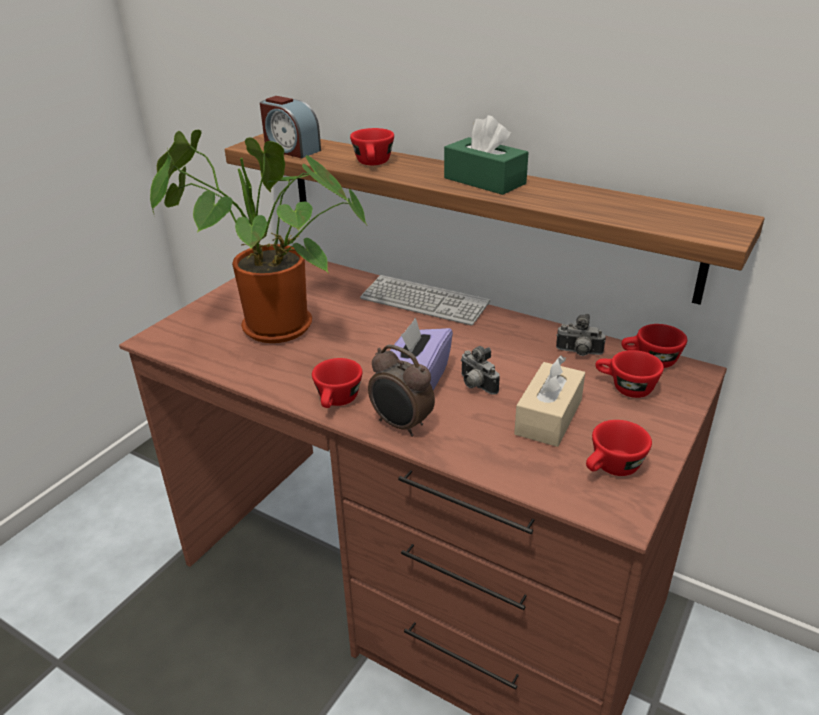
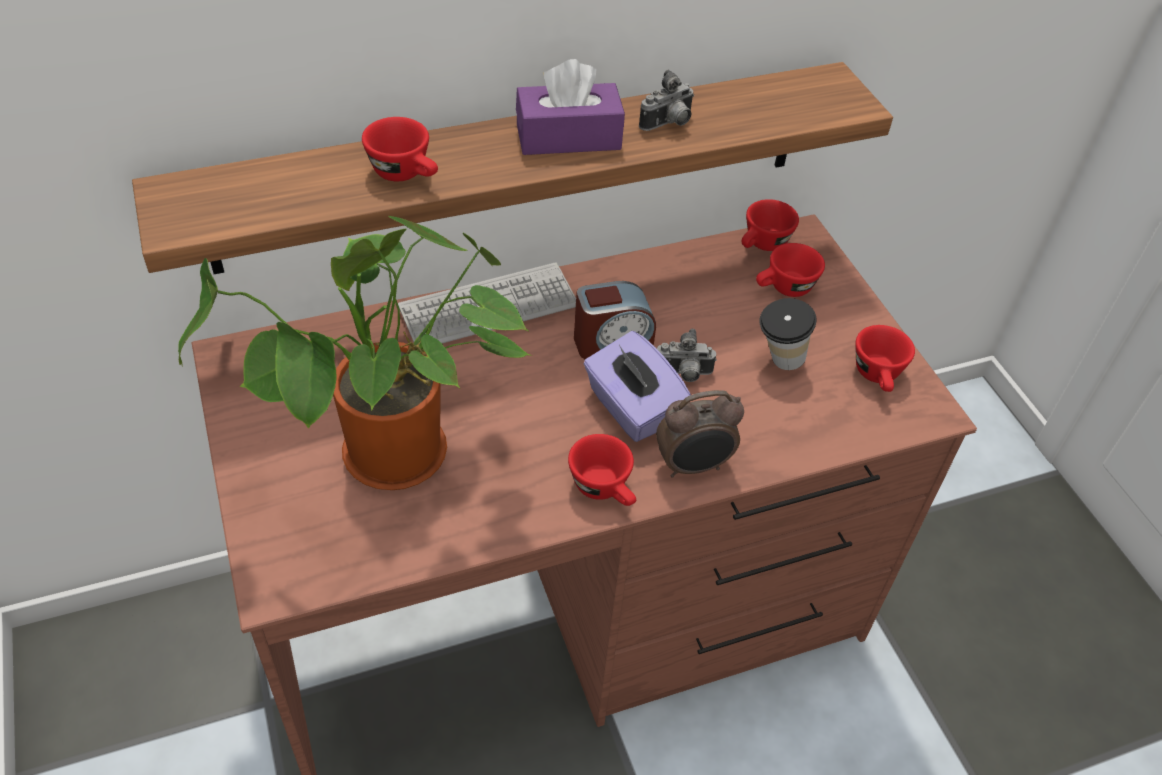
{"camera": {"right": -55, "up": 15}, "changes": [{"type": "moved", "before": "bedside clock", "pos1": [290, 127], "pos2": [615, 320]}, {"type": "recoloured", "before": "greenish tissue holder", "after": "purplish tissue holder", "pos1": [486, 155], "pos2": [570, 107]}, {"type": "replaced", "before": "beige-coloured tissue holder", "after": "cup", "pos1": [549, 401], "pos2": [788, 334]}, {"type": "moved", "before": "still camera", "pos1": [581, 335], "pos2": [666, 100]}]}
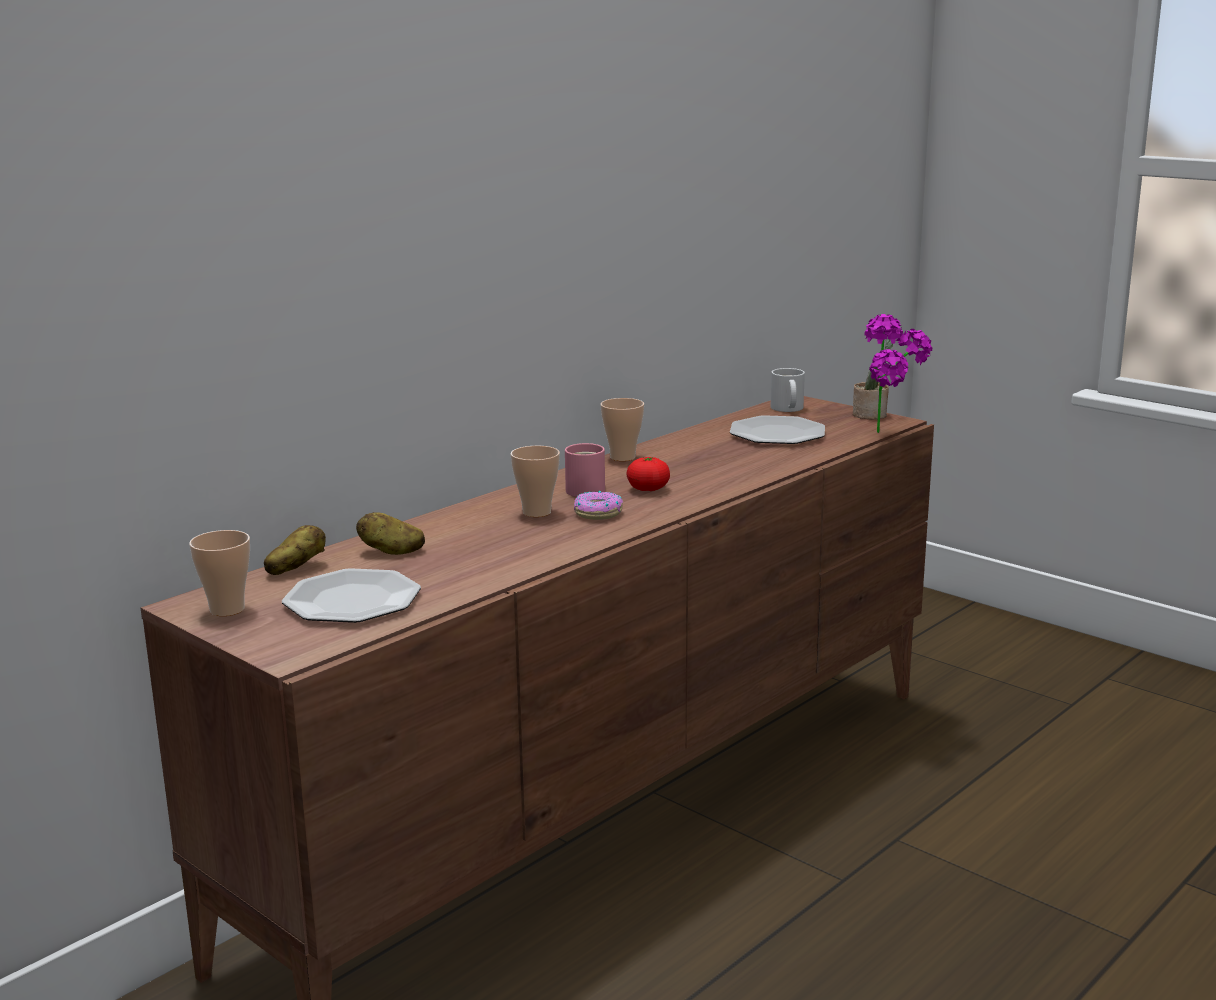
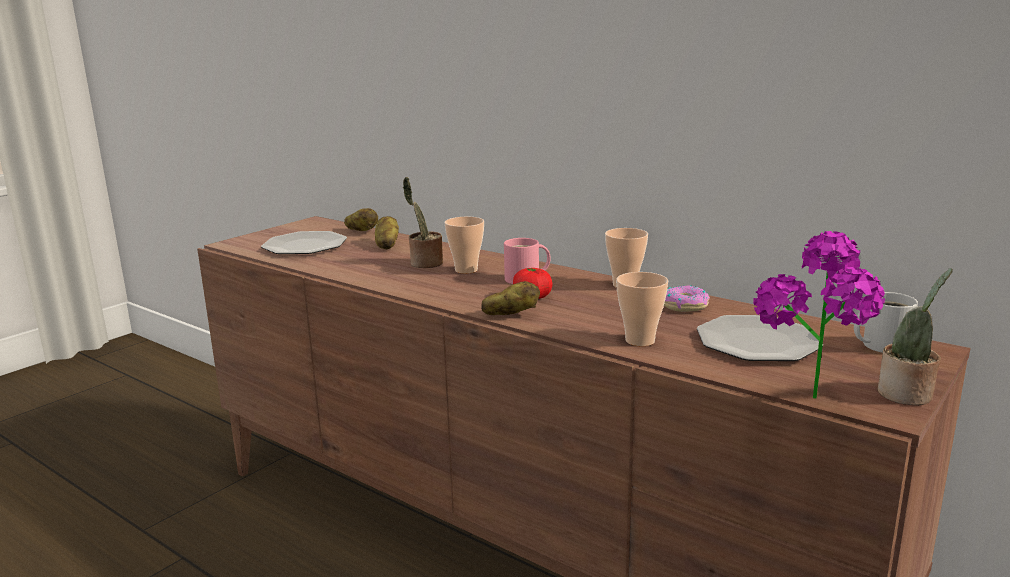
{"camera": {"right": 85, "up": 0}, "changes": [{"type": "moved", "before": "cup", "pos1": [219, 573], "pos2": [642, 309]}, {"type": "moved", "before": "ring doughnut", "pos1": [598, 505], "pos2": [687, 298]}, {"type": "added", "after": "potted plant", "pos2": [423, 222]}, {"type": "added", "after": "potato", "pos2": [510, 298]}]}
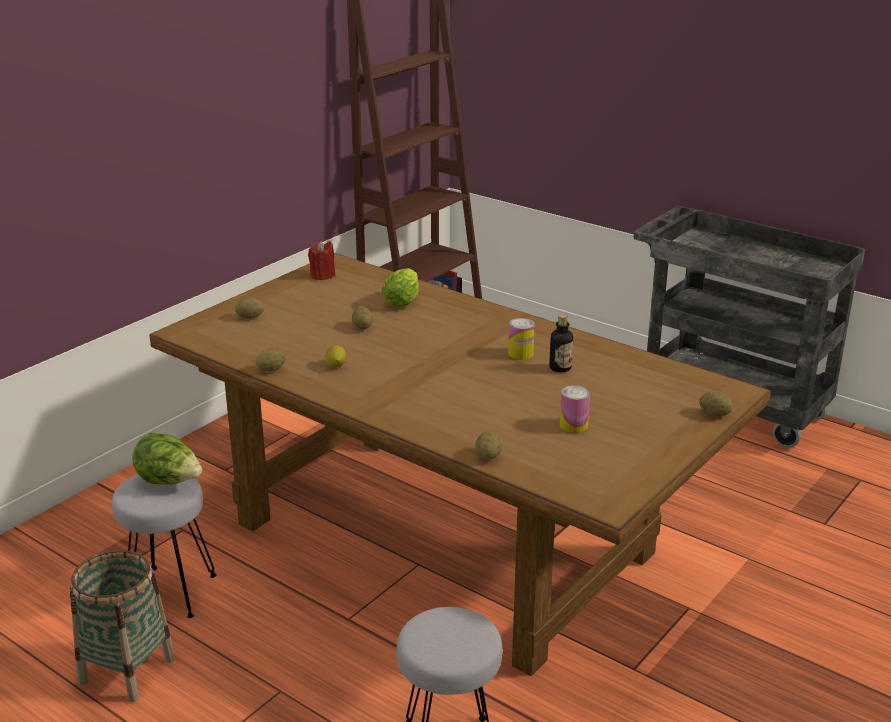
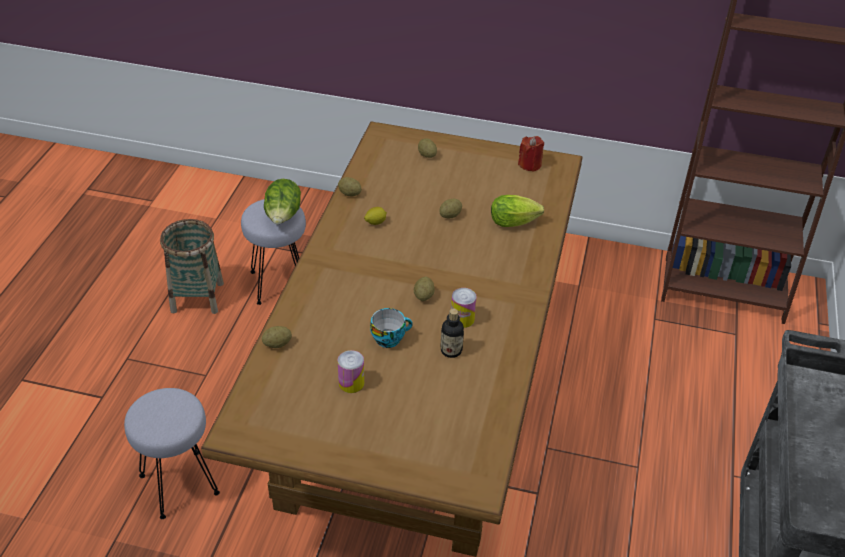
{"camera": {"right": 65, "up": 15}, "changes": [{"type": "moved", "before": "potato", "pos1": [716, 404], "pos2": [424, 289]}, {"type": "added", "after": "cup", "pos2": [391, 328]}]}
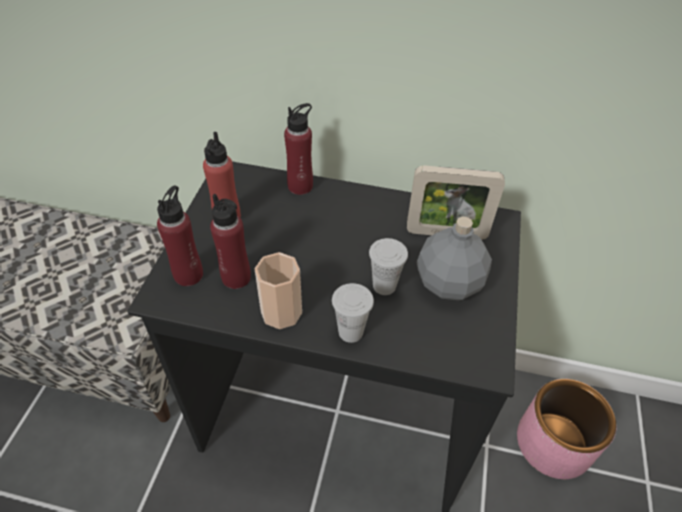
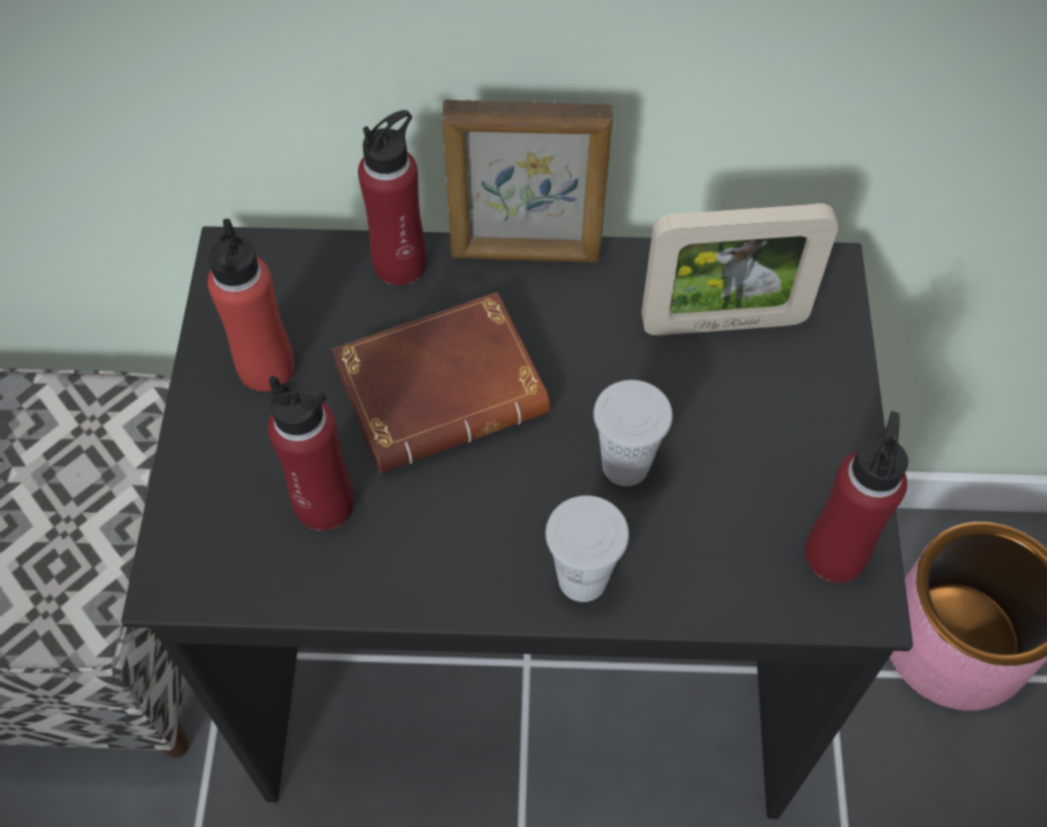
{"camera": {"right": -10, "up": 10}, "changes": [{"type": "moved", "before": "red bottle", "pos1": [180, 236], "pos2": [856, 497]}, {"type": "removed", "before": "cup", "pos1": [278, 290]}, {"type": "removed", "before": "gray bottle", "pos1": [454, 258]}, {"type": "added", "after": "brownish bound book", "pos2": [441, 382]}, {"type": "added", "after": "standing frame", "pos2": [527, 180]}]}
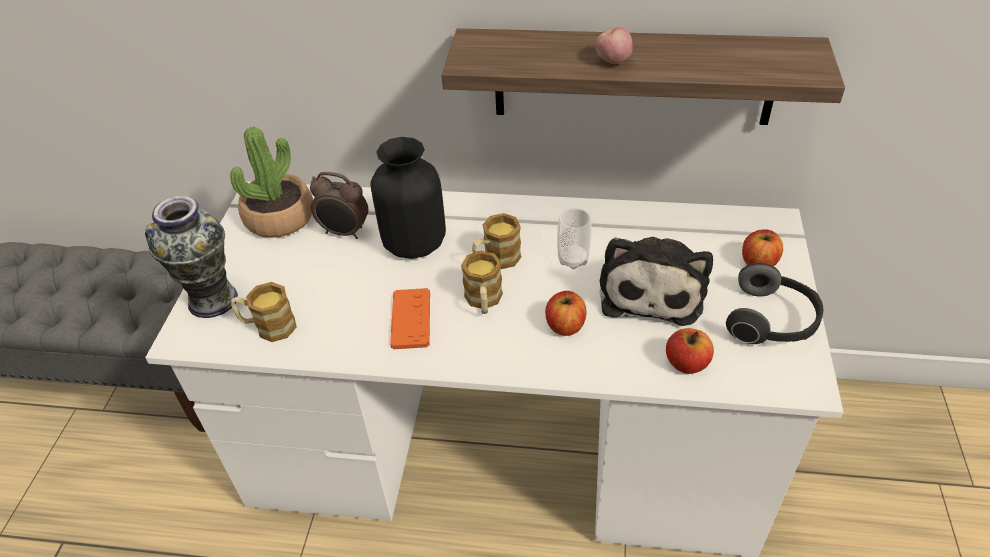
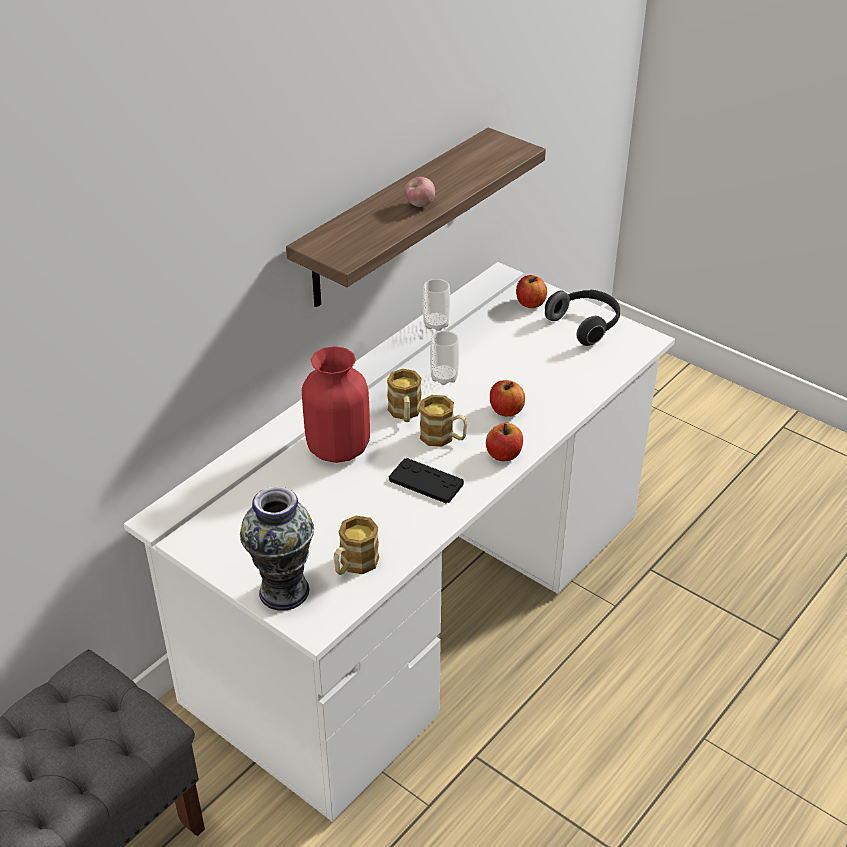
{"camera": {"right": -60, "up": -5}, "changes": [{"type": "removed", "before": "potted plant", "pos1": [271, 182]}, {"type": "removed", "before": "bedside clock", "pos1": [339, 205]}, {"type": "recoloured", "before": "black-coloured decorative vase", "after": "red decorative vase", "pos1": [408, 198], "pos2": [336, 404]}, {"type": "recoloured", "before": "orange-coloured game controller", "after": "black-coloured game controller", "pos1": [410, 318], "pos2": [426, 481]}, {"type": "removed", "before": "cuddly toy", "pos1": [656, 281]}, {"type": "moved", "before": "whole apple", "pos1": [690, 351], "pos2": [504, 442]}, {"type": "added", "after": "cup", "pos2": [436, 305]}]}
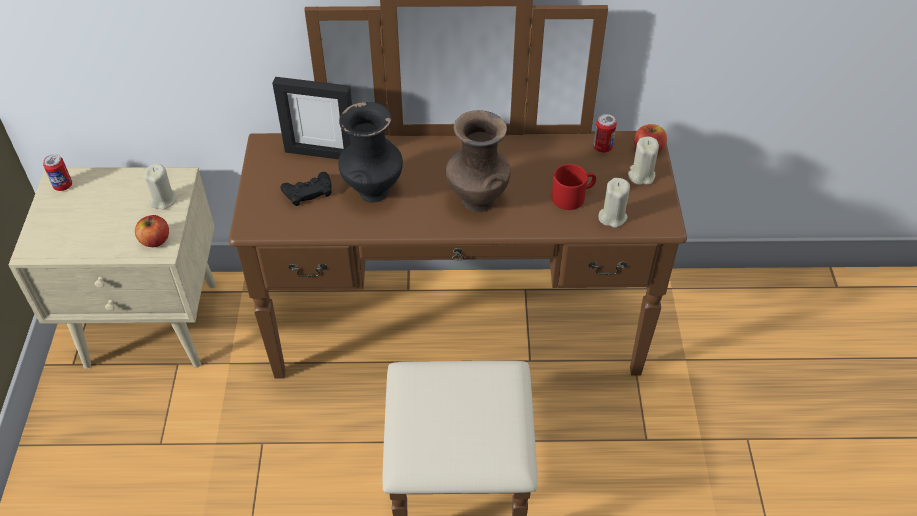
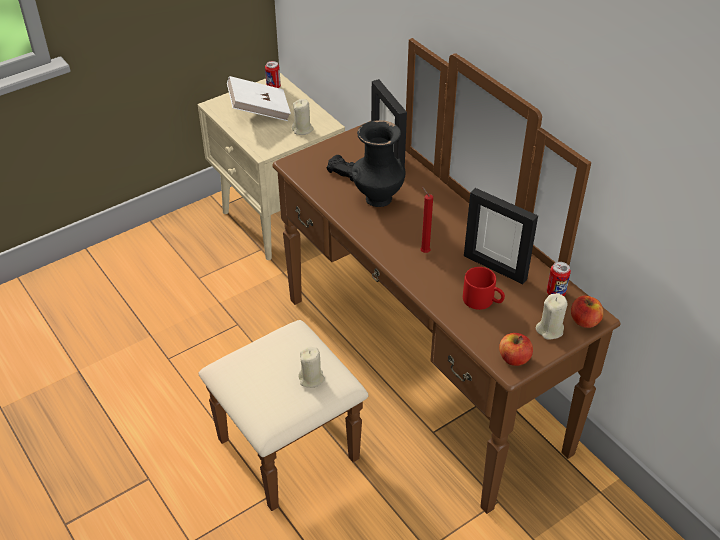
{"camera": {"right": 55, "up": -5}, "changes": [{"type": "moved", "before": "whole apple", "pos1": [152, 231], "pos2": [516, 349]}, {"type": "replaced", "before": "brownish decorative vase", "after": "red wax light", "pos1": [478, 161], "pos2": [427, 220]}, {"type": "moved", "before": "beige-coloured wax light", "pos1": [614, 203], "pos2": [312, 367]}, {"type": "added", "after": "whitish bound book", "pos2": [259, 98]}, {"type": "added", "after": "standing frame", "pos2": [501, 236]}]}
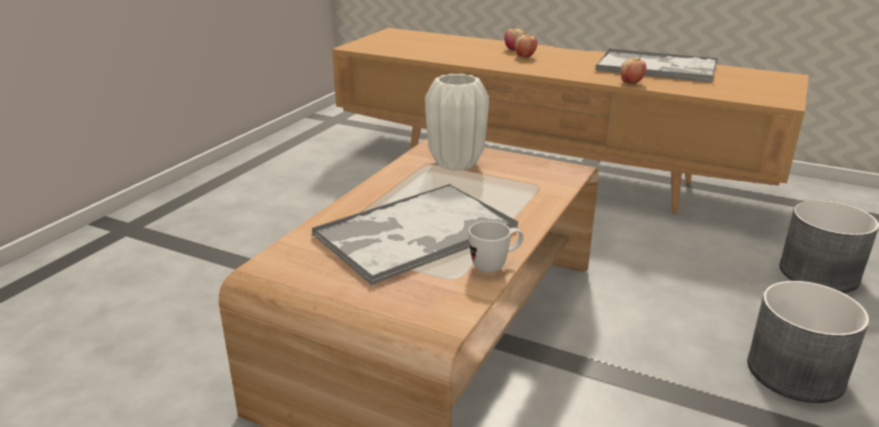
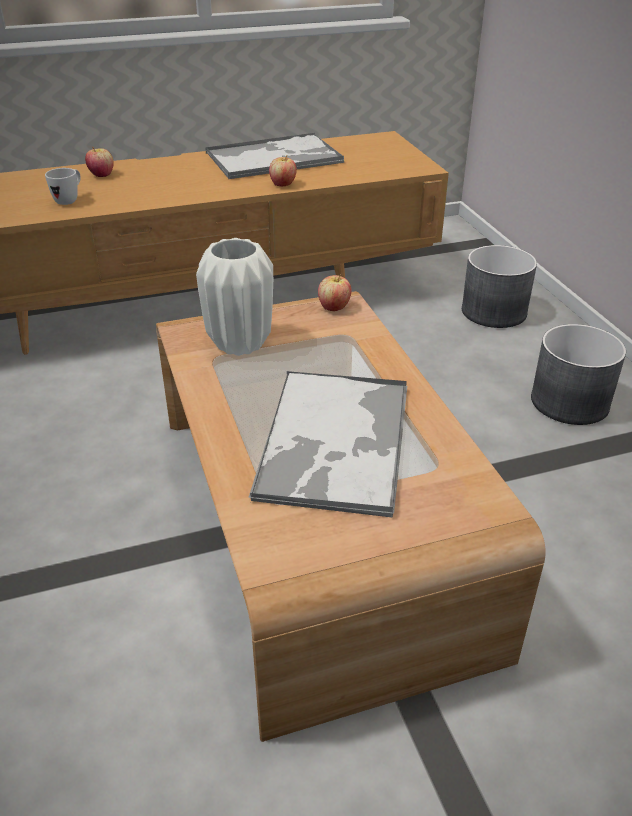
{"camera": {"right": -45, "up": 10}, "changes": [{"type": "moved", "before": "whitish coffee mug", "pos1": [496, 247], "pos2": [63, 186]}, {"type": "moved", "before": "whole apple", "pos1": [526, 45], "pos2": [335, 292]}]}
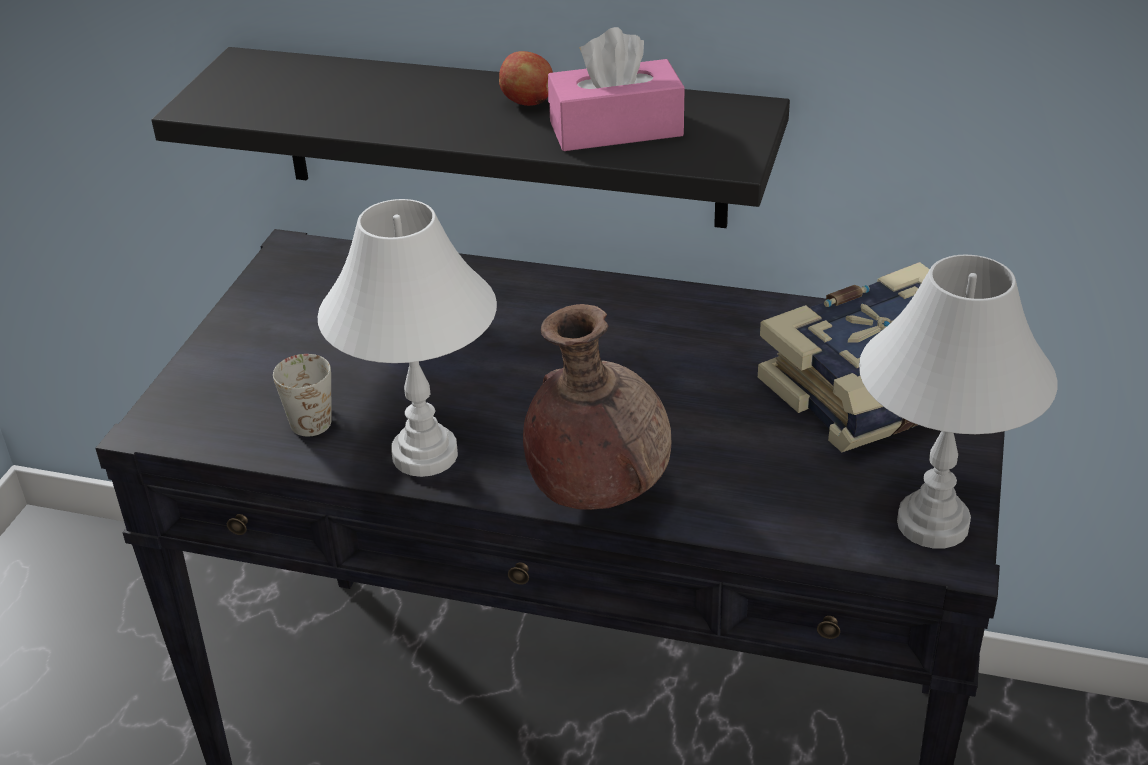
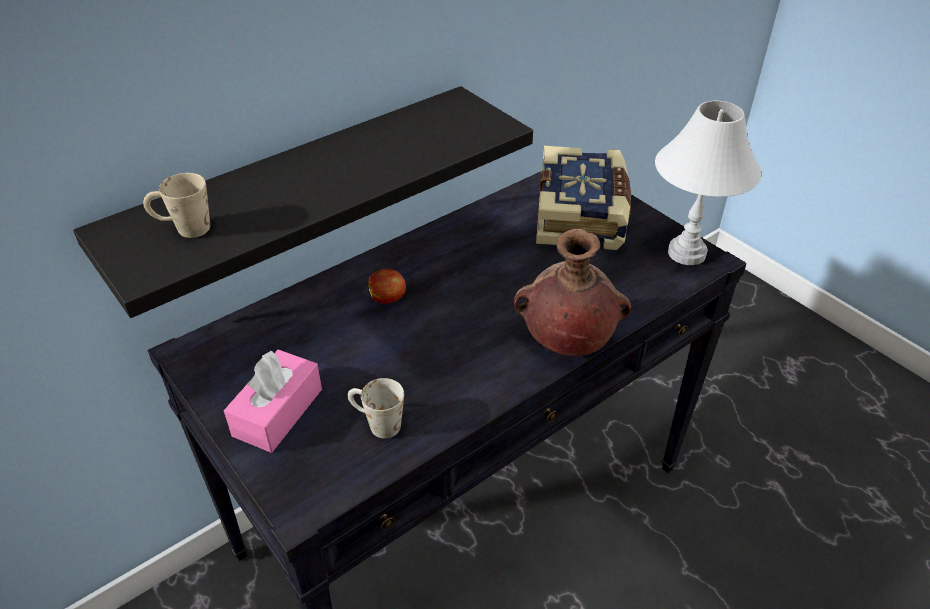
{"camera": {"right": -55, "up": 5}, "changes": [{"type": "removed", "before": "whitish lamp for a table", "pos1": [407, 338]}, {"type": "moved", "before": "whole apple", "pos1": [526, 78], "pos2": [387, 286]}, {"type": "moved", "before": "pink-coloured tissue holder", "pos1": [616, 89], "pos2": [273, 401]}, {"type": "added", "after": "beige-coloured coffee mug", "pos2": [176, 205]}]}
